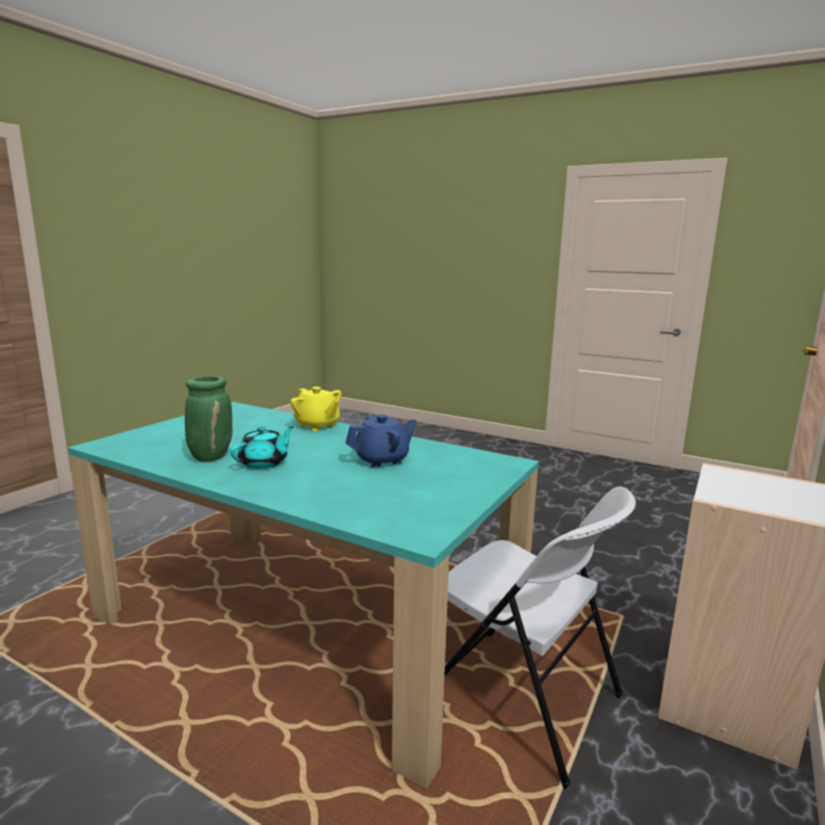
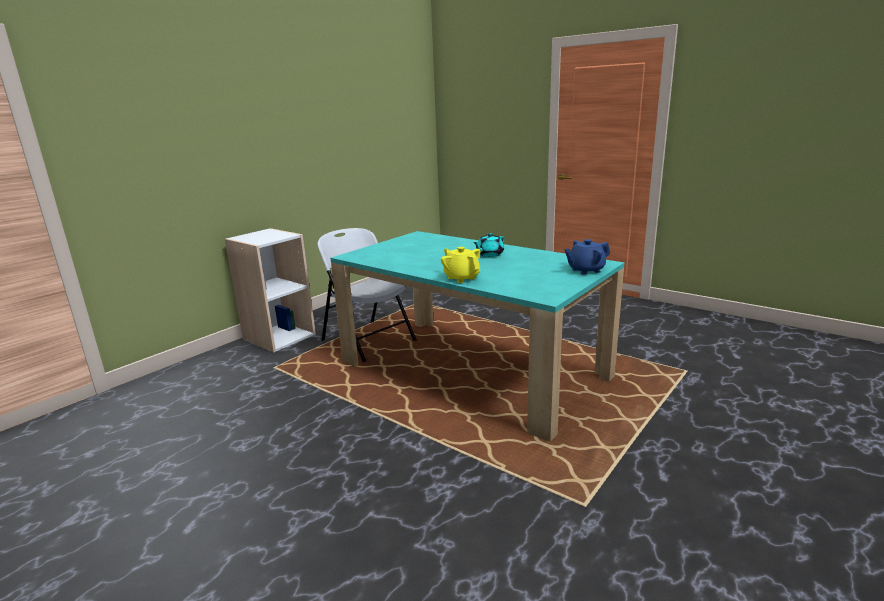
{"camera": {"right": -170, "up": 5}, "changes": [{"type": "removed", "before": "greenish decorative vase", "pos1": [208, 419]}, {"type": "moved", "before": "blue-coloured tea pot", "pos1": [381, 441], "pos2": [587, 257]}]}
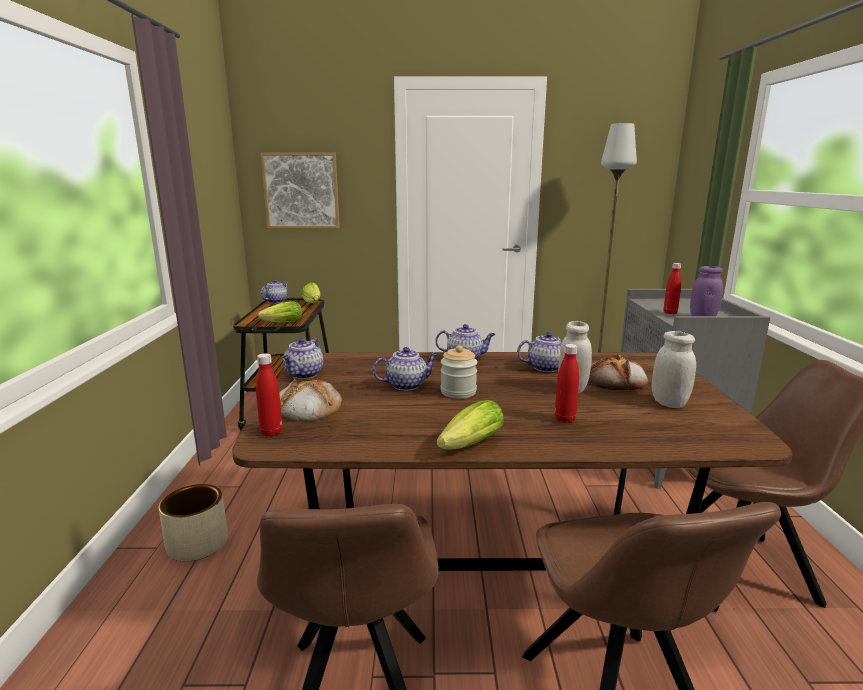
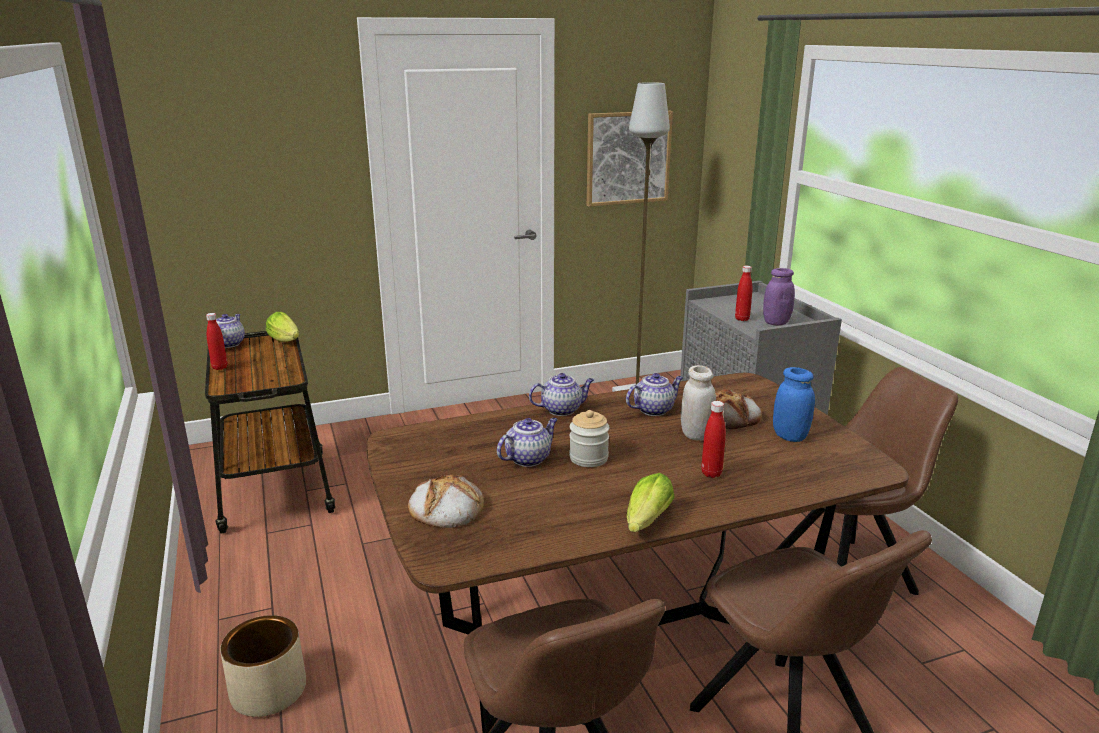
{"camera": {"right": -20, "up": 5}, "changes": [{"type": "moved", "before": "red bottle", "pos1": [269, 395], "pos2": [216, 341]}, {"type": "removed", "before": "lettuce head", "pos1": [280, 311]}, {"type": "moved", "before": "picture", "pos1": [300, 190], "pos2": [630, 159]}, {"type": "removed", "before": "tea pot", "pos1": [303, 358]}, {"type": "recoloured", "before": "whitish jar", "after": "blue-coloured jar", "pos1": [674, 369], "pos2": [794, 404]}]}
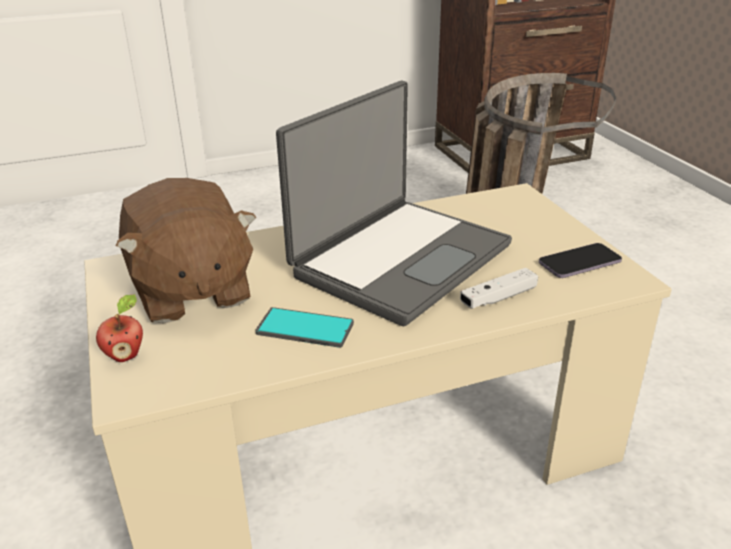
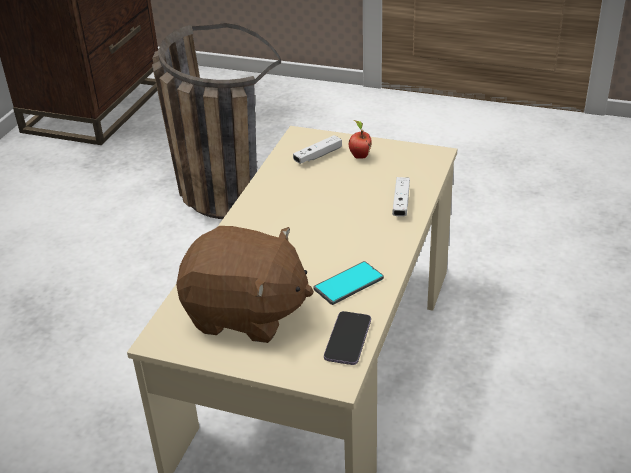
{"camera": {"right": -50, "up": 5}, "changes": [{"type": "moved", "before": "whole apple", "pos1": [119, 328], "pos2": [360, 139]}, {"type": "removed", "before": "notebook computer", "pos1": [394, 203]}, {"type": "moved", "before": "phone", "pos1": [580, 260], "pos2": [347, 338]}, {"type": "added", "after": "whitish game controller", "pos2": [317, 149]}]}
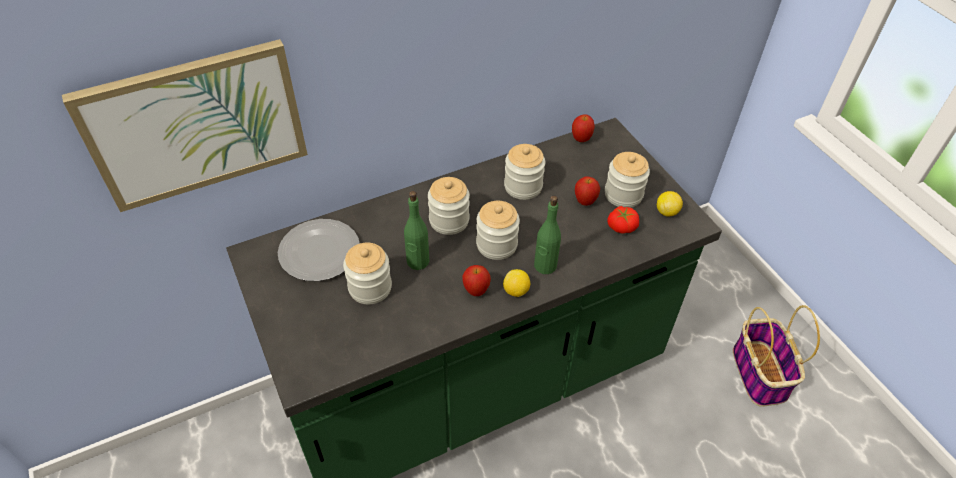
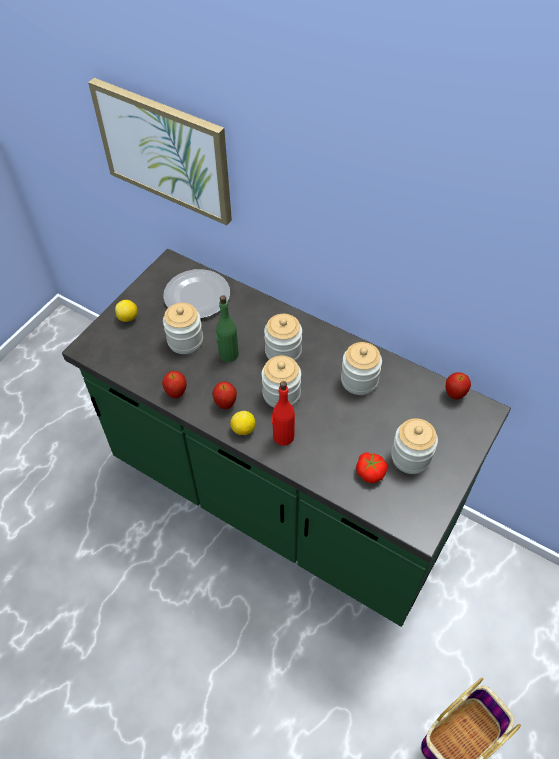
{"camera": {"right": 60, "up": 5}, "changes": [{"type": "recoloured", "before": "greenish bottle", "after": "red bottle", "pos1": [547, 235], "pos2": [283, 413]}, {"type": "moved", "before": "whole apple", "pos1": [587, 191], "pos2": [174, 384]}, {"type": "moved", "before": "whole lemon", "pos1": [670, 203], "pos2": [126, 311]}]}
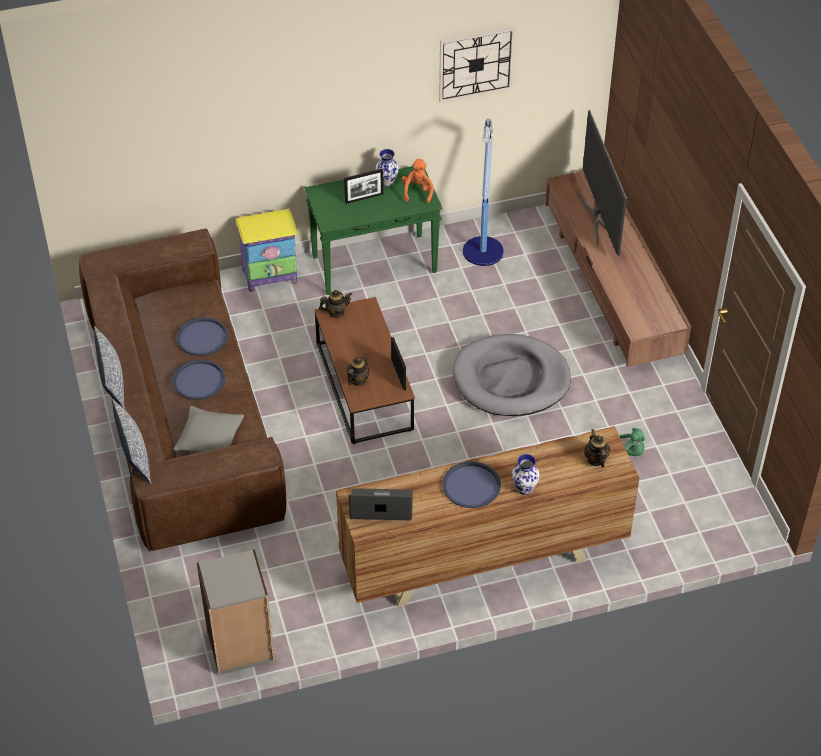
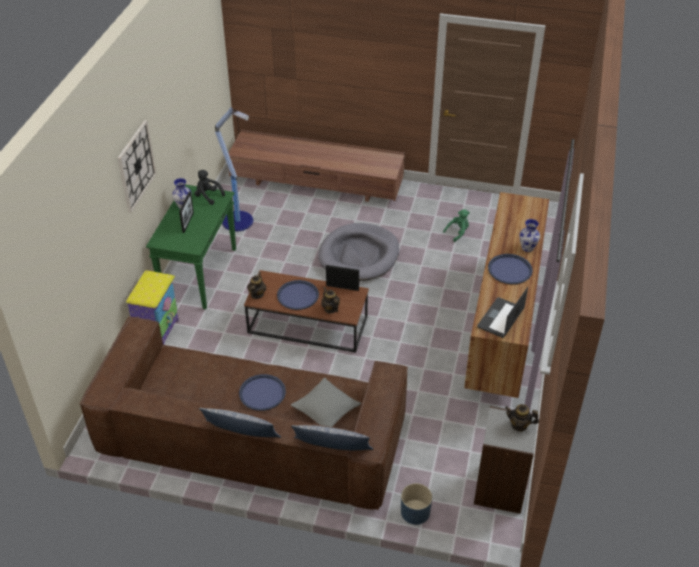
{"camera": {"right": -60, "up": -5}, "changes": [{"type": "moved", "before": "blue-coloured serving tray", "pos1": [202, 336], "pos2": [298, 295]}, {"type": "recoloured", "before": "orange-coloured cuddly toy", "after": "black-coloured cuddly toy", "pos1": [418, 181], "pos2": [209, 187]}, {"type": "moved", "before": "clock on the wall", "pos1": [477, 65], "pos2": [137, 166]}, {"type": "removed", "before": "television", "pos1": [602, 183]}, {"type": "moved", "before": "tea pot", "pos1": [597, 448], "pos2": [522, 418]}, {"type": "added", "after": "blue-coloured flower pot", "pos2": [416, 504]}]}
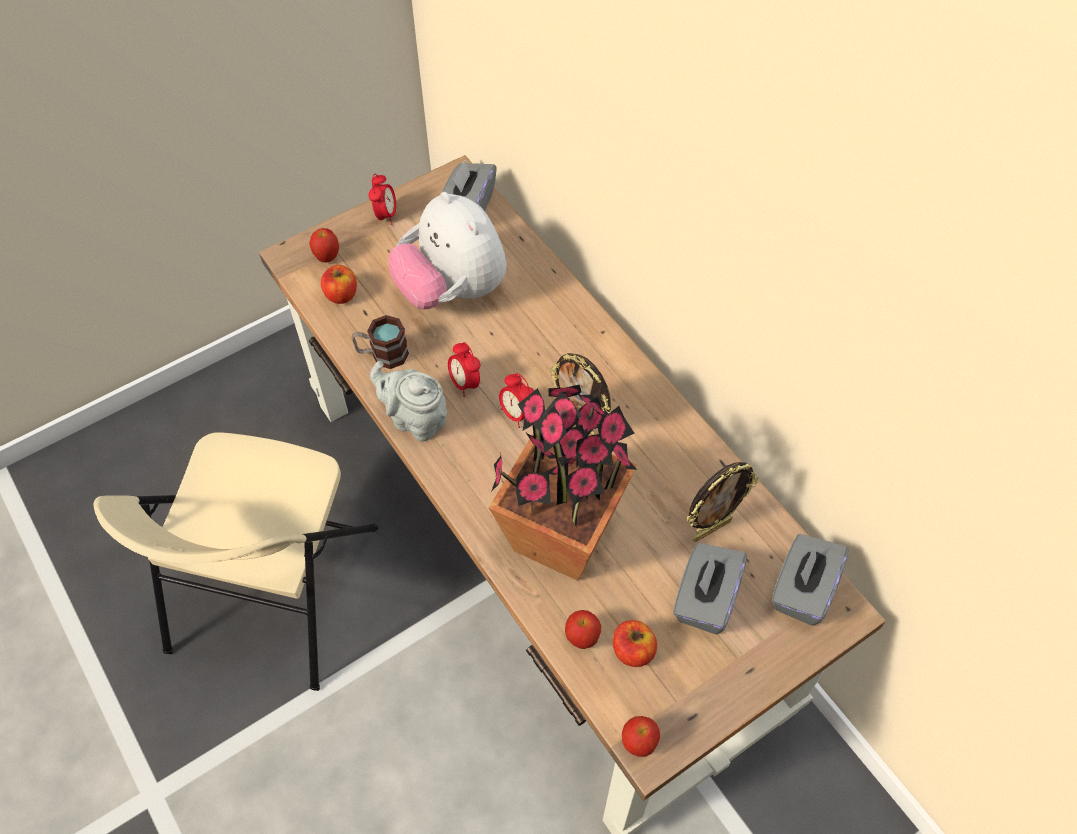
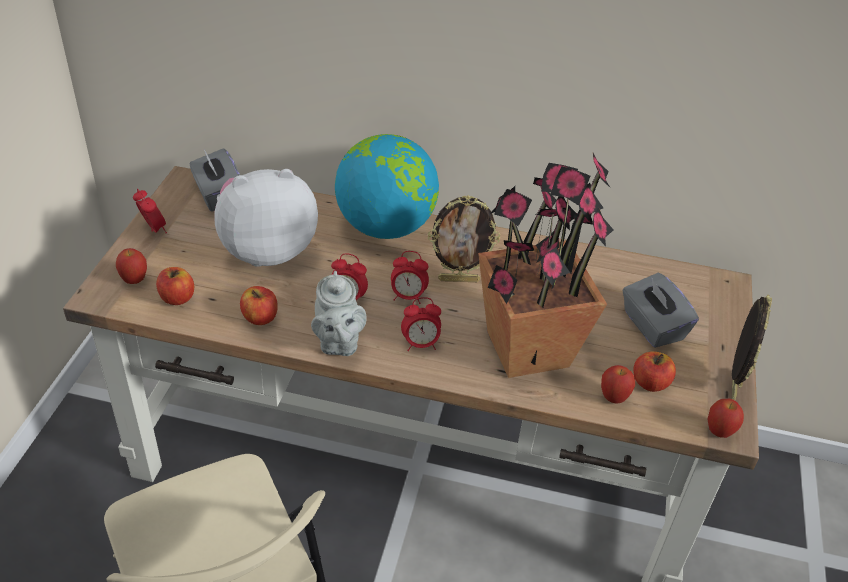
{"camera": {"right": -45, "up": -15}, "changes": [{"type": "replaced", "before": "coffee mug", "after": "whole apple", "pos1": [380, 342], "pos2": [259, 305]}, {"type": "turned", "before": "gray tea pot", "pos1": [408, 401], "pos2": [339, 313], "turn": -90}, {"type": "turned", "before": "cuddly toy", "pos1": [447, 250], "pos2": [266, 218], "turn": 150}, {"type": "moved", "before": "standing frame", "pos1": [722, 502], "pos2": [752, 347]}, {"type": "removed", "before": "gray tissue holder", "pos1": [810, 579]}, {"type": "added", "after": "world globe", "pos2": [387, 186]}, {"type": "added", "after": "bedside clock", "pos2": [421, 324]}]}
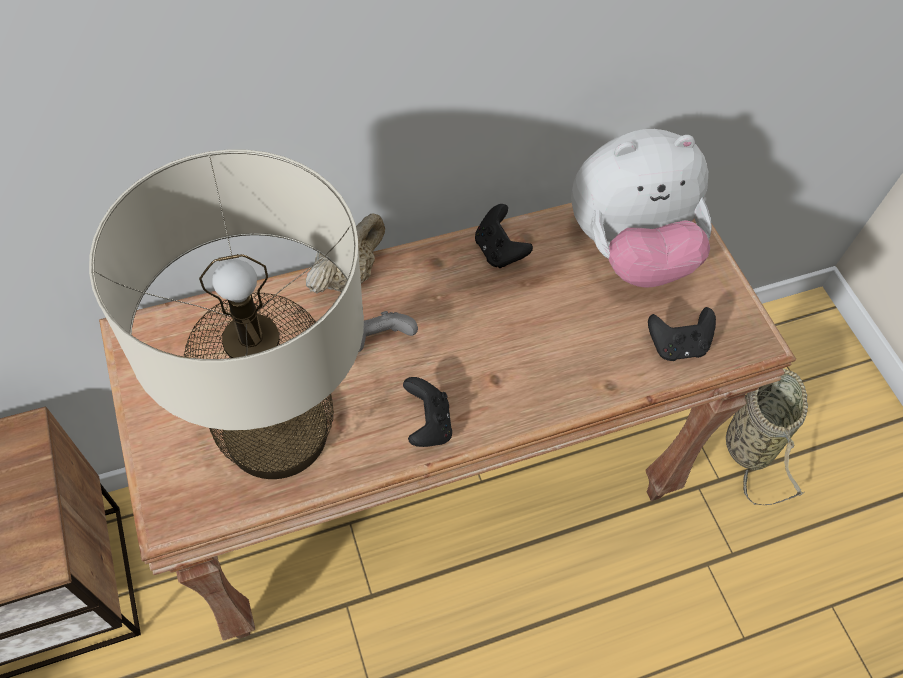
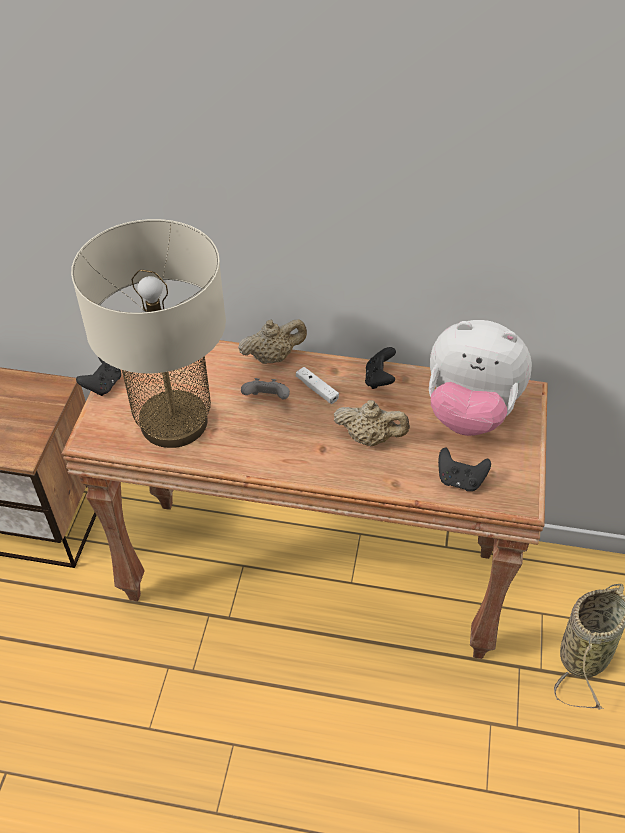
{"camera": {"right": 35, "up": -10}, "changes": [{"type": "moved", "before": "black-coloured game controller", "pos1": [427, 412], "pos2": [98, 376]}, {"type": "added", "after": "whitish game controller", "pos2": [317, 385]}, {"type": "added", "after": "beige-coloured tea pot", "pos2": [372, 423]}]}
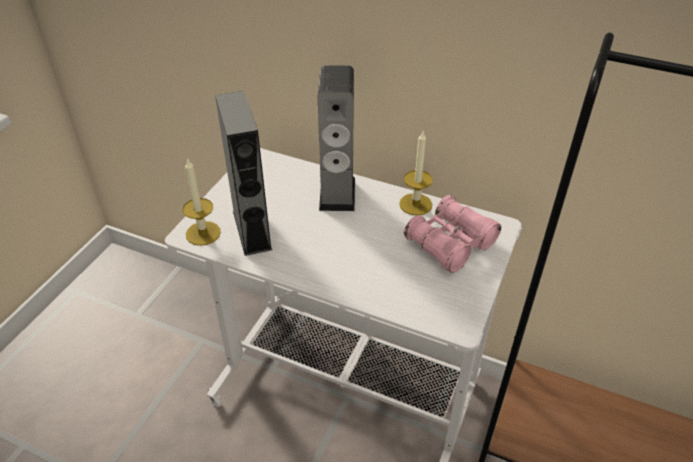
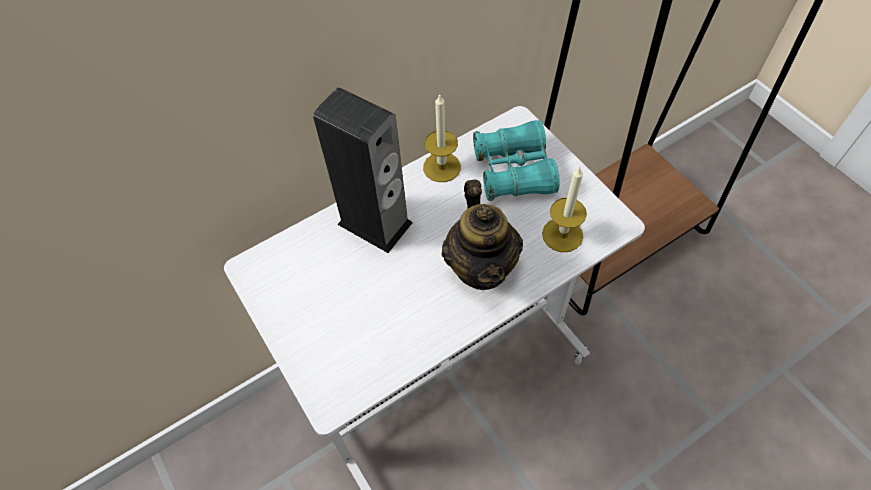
{"camera": {"right": -55, "up": 15}, "changes": [{"type": "moved", "before": "wax light", "pos1": [202, 202], "pos2": [564, 209]}, {"type": "removed", "before": "gray loudspeaker", "pos1": [243, 173]}, {"type": "recoloured", "before": "pink-coloured pair of binoculars", "after": "turquoise pair of binoculars", "pos1": [452, 234], "pos2": [516, 160]}, {"type": "added", "after": "tea pot", "pos2": [482, 235]}]}
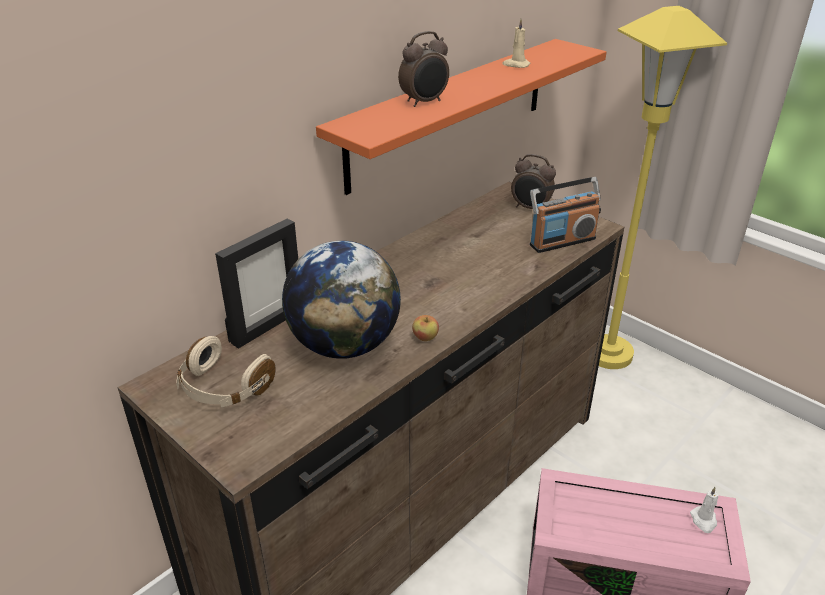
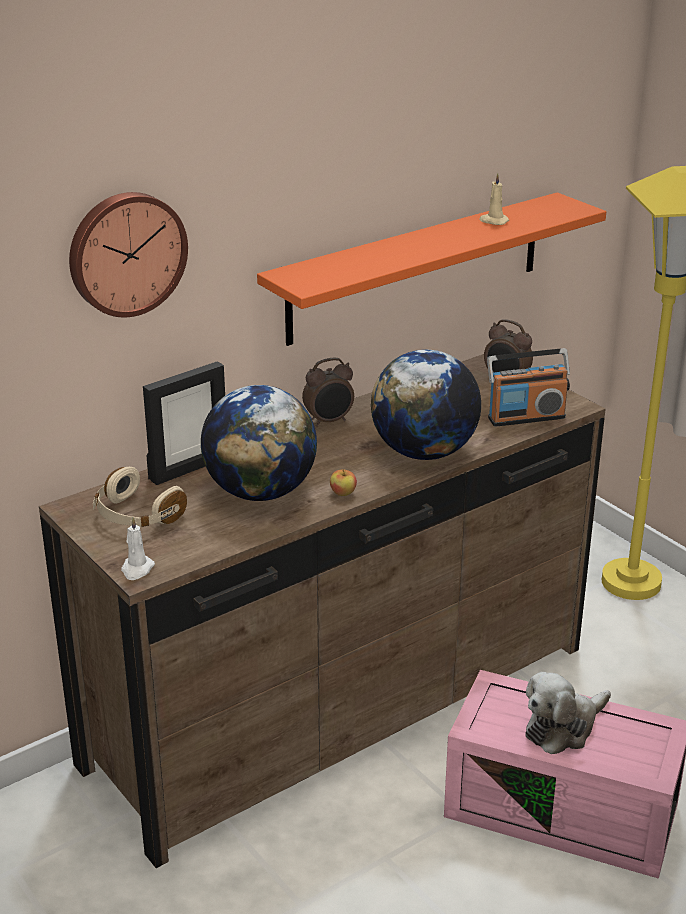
{"camera": {"right": 10, "up": -5}, "changes": [{"type": "moved", "before": "bedside clock", "pos1": [423, 69], "pos2": [328, 392]}, {"type": "moved", "before": "whitish wax light", "pos1": [704, 510], "pos2": [138, 548]}, {"type": "added", "after": "clock on the wall", "pos2": [128, 254]}, {"type": "added", "after": "world globe", "pos2": [426, 405]}, {"type": "added", "after": "cuddly toy", "pos2": [568, 713]}]}
